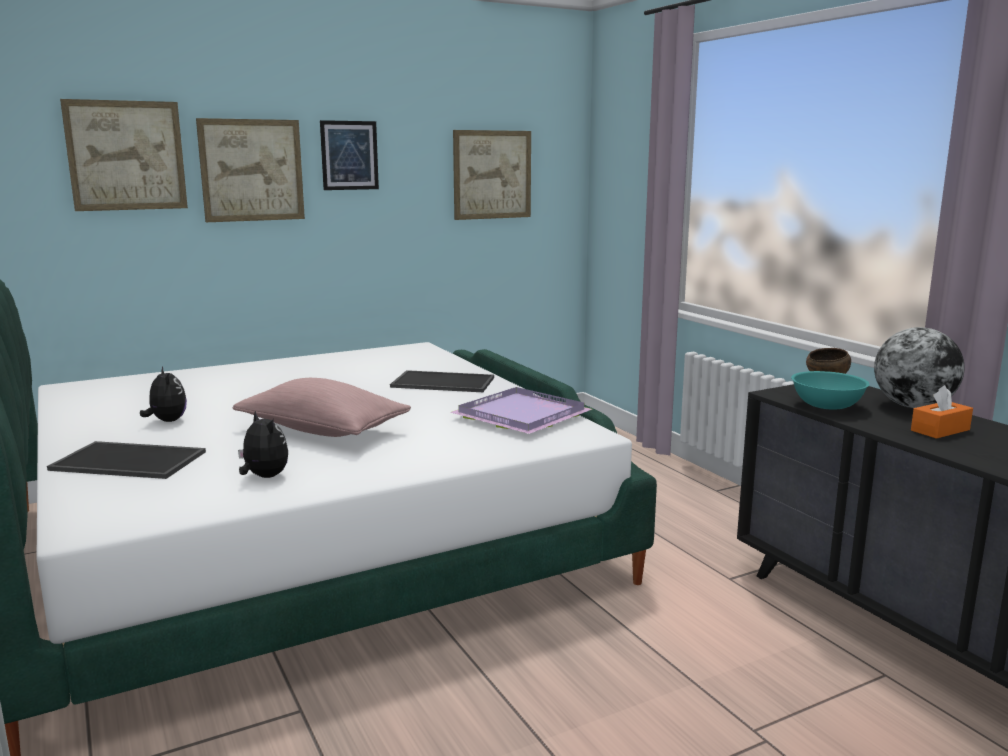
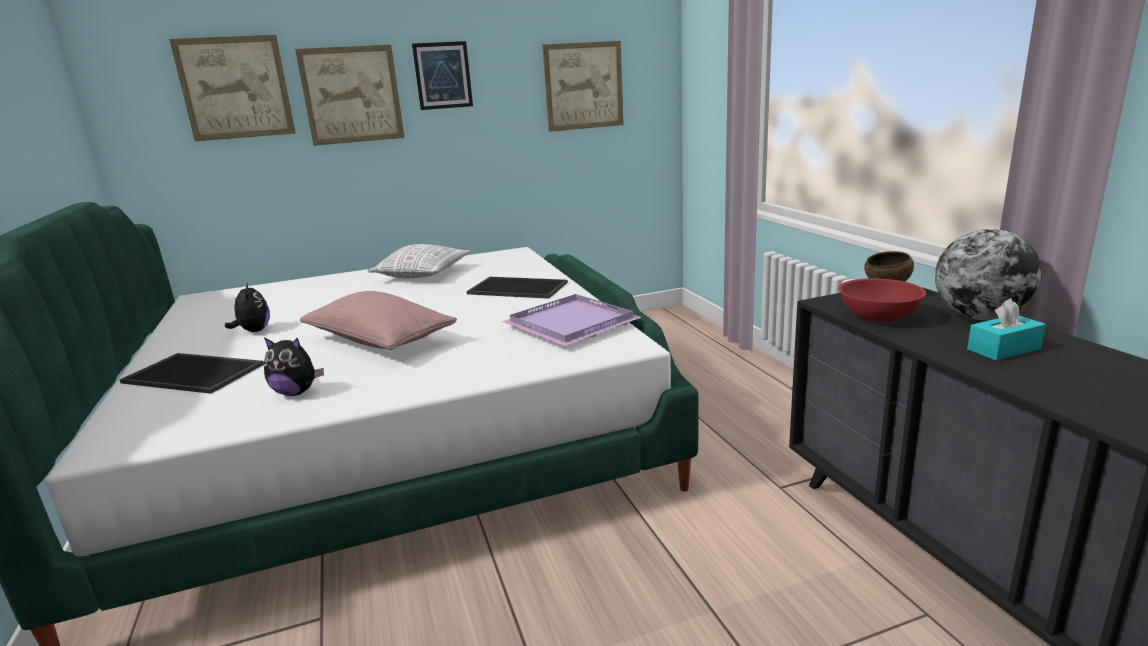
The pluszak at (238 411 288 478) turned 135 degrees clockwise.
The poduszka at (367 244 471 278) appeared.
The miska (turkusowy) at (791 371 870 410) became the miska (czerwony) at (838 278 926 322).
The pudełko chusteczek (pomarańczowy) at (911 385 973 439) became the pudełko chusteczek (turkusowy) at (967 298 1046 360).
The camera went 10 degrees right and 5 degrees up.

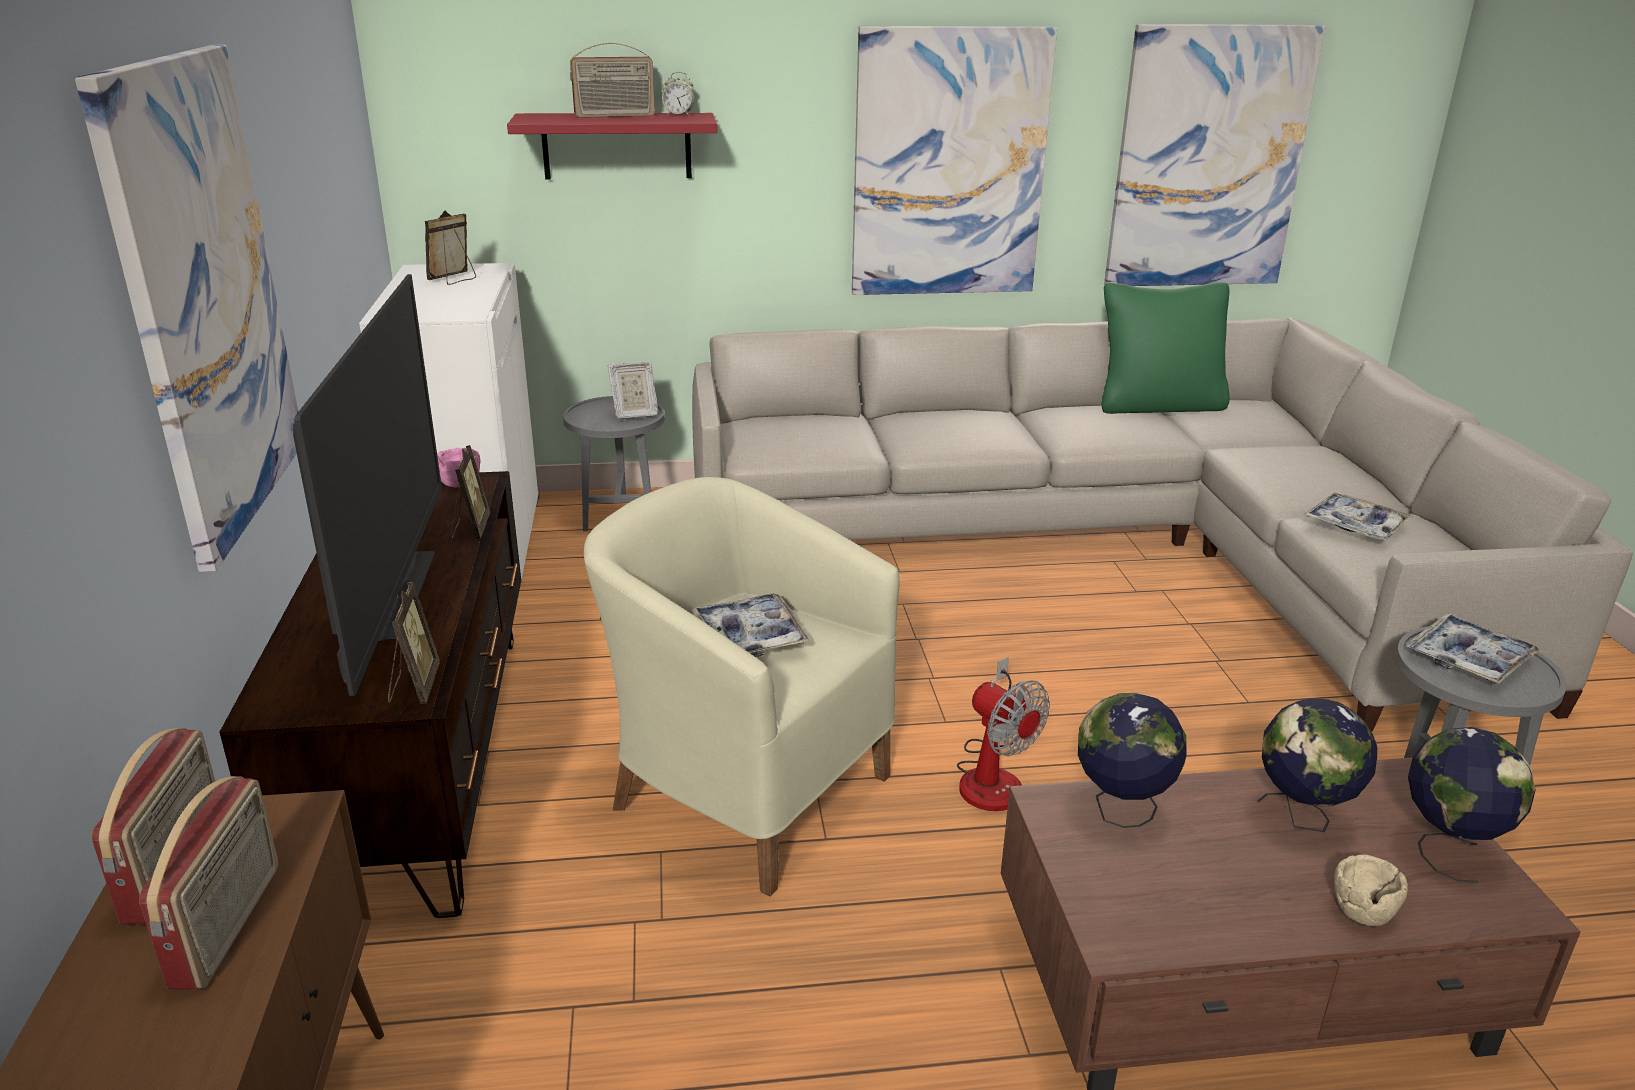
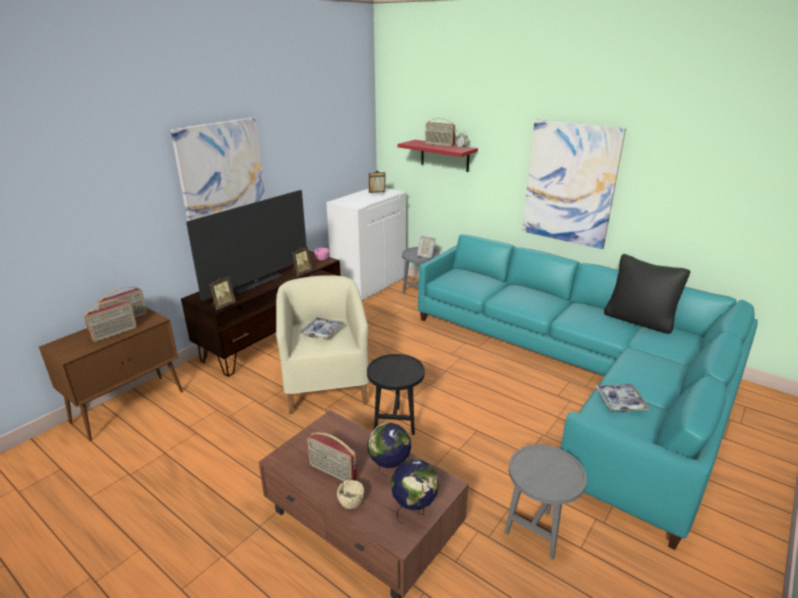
The radio at (307 432 358 482) appeared.
The wentylator at (957 657 1050 811) was replaced by the stolik (czarny) at (367 354 425 435).
The kanapa (beżowy) at (692 317 1633 732) became the kanapa (turkusowy) at (418 234 758 550).
The poduszka (zielony) at (1101 282 1230 414) became the poduszka (czarny) at (604 254 690 334).
The globus at (1078 693 1187 828) disappeared.
The obraz at (1104 24 1326 286) disappeared.
The taca at (1405 614 1541 683) disappeared.
The camera went 45 degrees right and 0 degrees up.

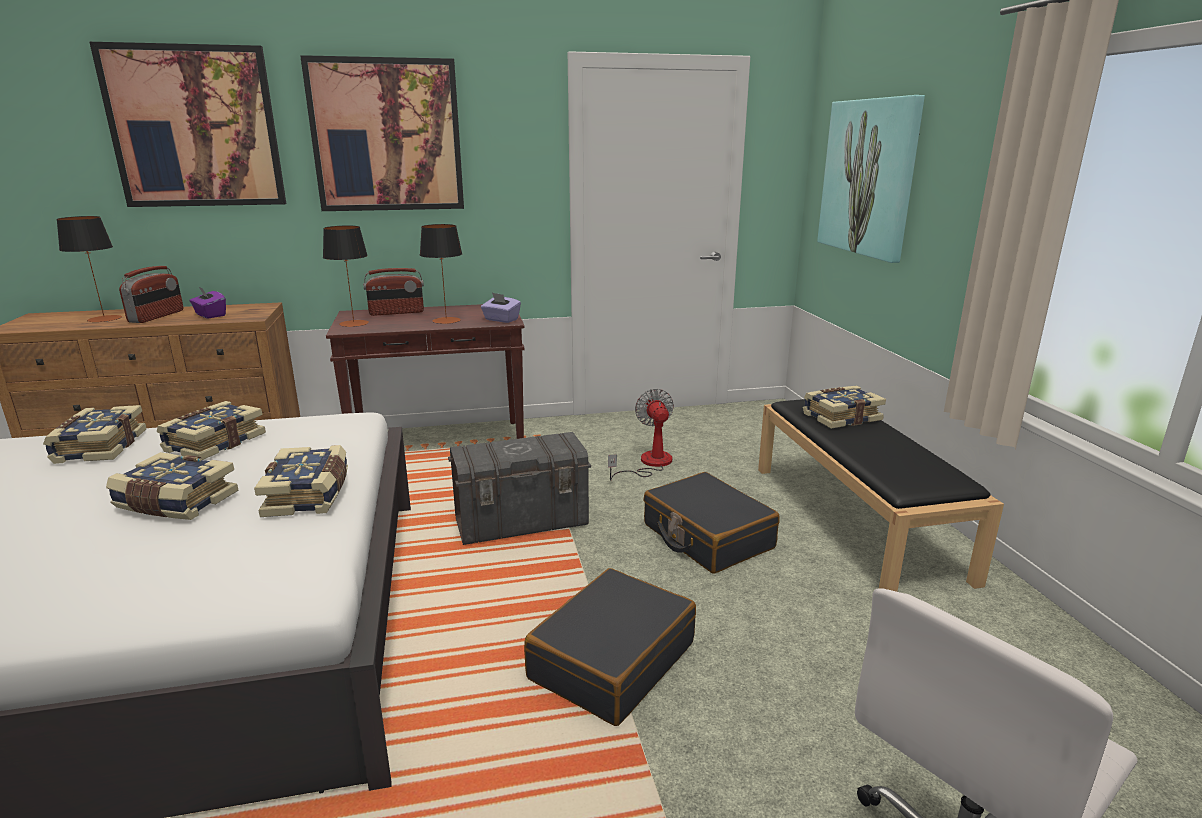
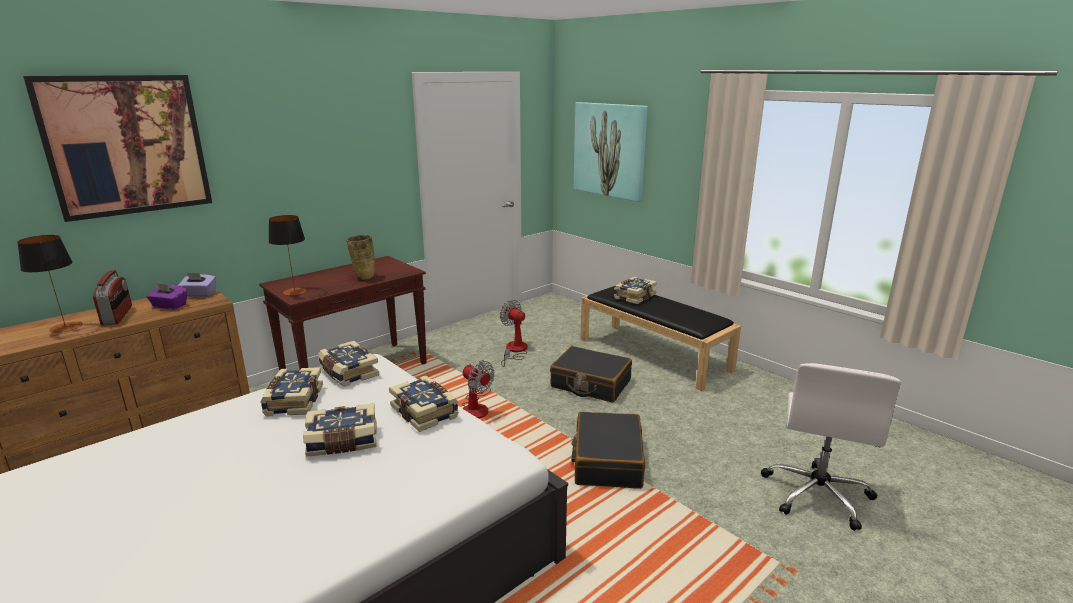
The pudełko chusteczek (fioletowy) moved from (481 293 521 323) to (178 273 216 297).
The książka moved from (43 405 147 464) to (318 341 379 387).
The lampa stołowa at (420 224 462 324) was replaced by the wazon (beżowy) at (346 235 375 280).
The pojemnik do przechowywania (szary) at (448 432 591 545) was replaced by the wentylator at (462 359 495 419).
The obraz at (300 55 464 211) disappeared.
The radio at (363 268 424 316) disappeared.
The camera went 30 degrees left and 0 degrees up.

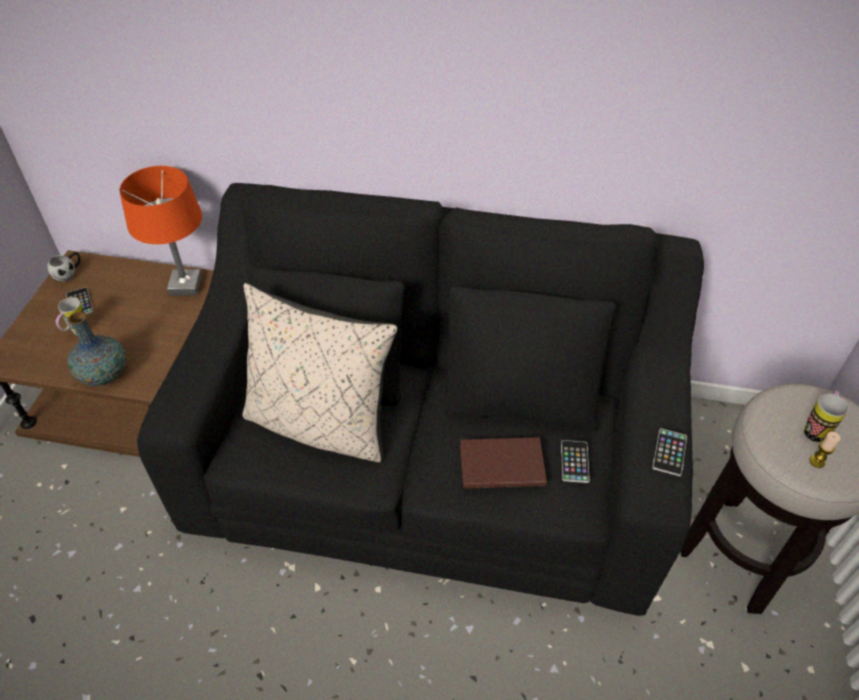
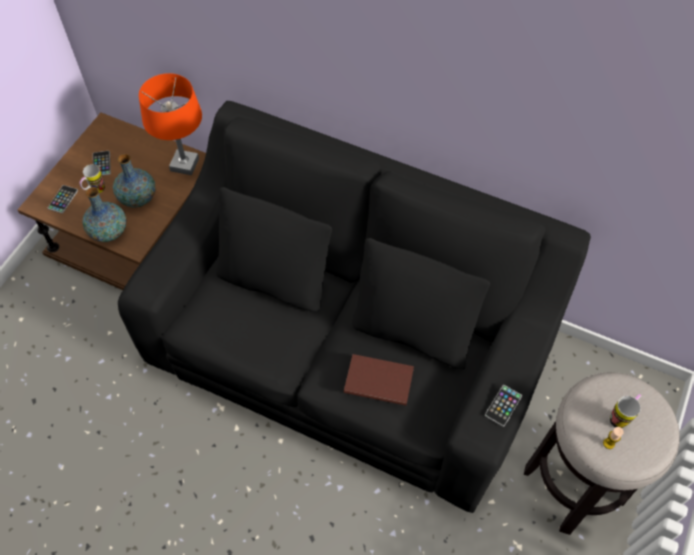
The telefon moved from (561 440 590 483) to (48 185 78 213).
The wazon at (113 154 155 208) appeared.
The kubek (biały) at (47 252 80 282) disappeared.
The poduszka (beżowy) at (242 283 398 463) disappeared.
The camera went 15 degrees right and 10 degrees up.

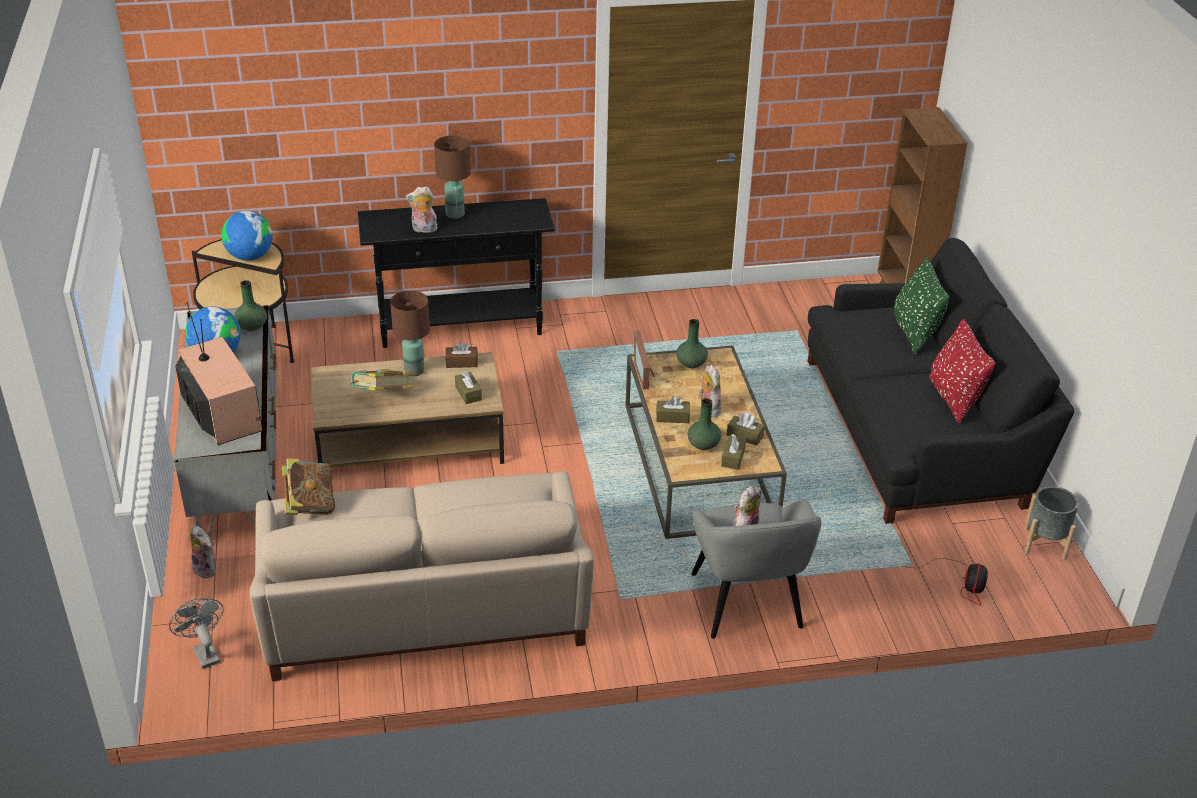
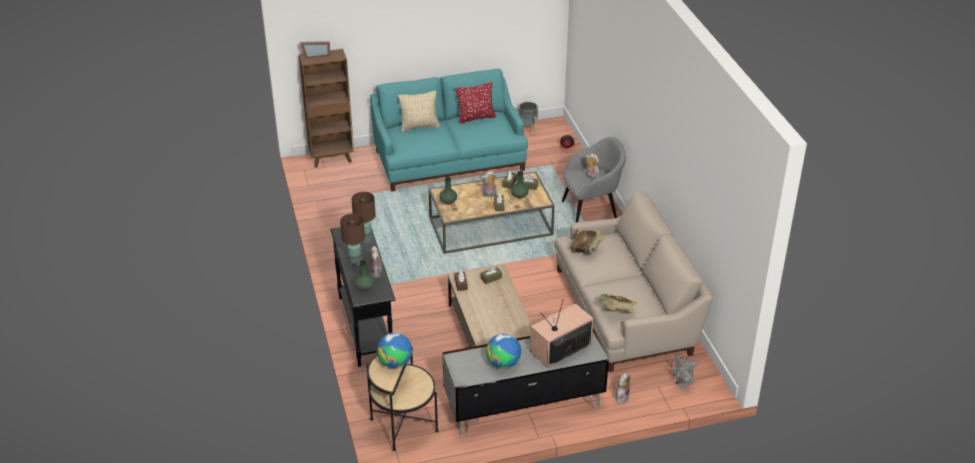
The ramka na zdjęcie moved from (634 330 655 390) to (300 41 330 59).
The lampa stołowa (brązowy) moved from (390 290 430 376) to (352 192 376 244).
The wazon (zielony) moved from (234 280 267 331) to (354 260 375 291).
The kanapa (czarny) at (808 238 1074 524) became the kanapa (turkusowy) at (370 69 528 192).
The poduszka (zielony) at (894 257 949 354) became the poduszka (beżowy) at (398 91 440 131).
The książka moved from (350 369 413 391) to (570 229 604 254).
The camera went 95 degrees left and 0 degrees up.

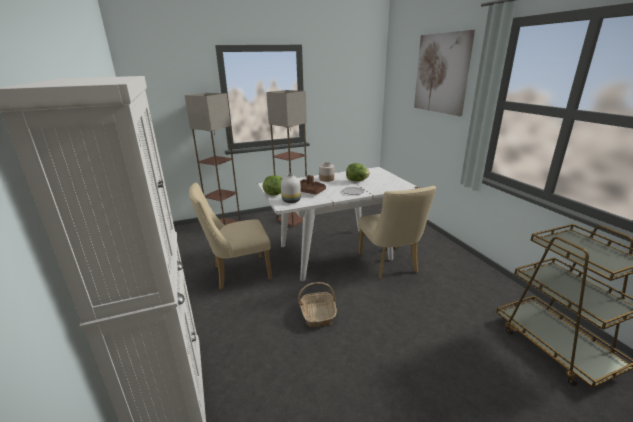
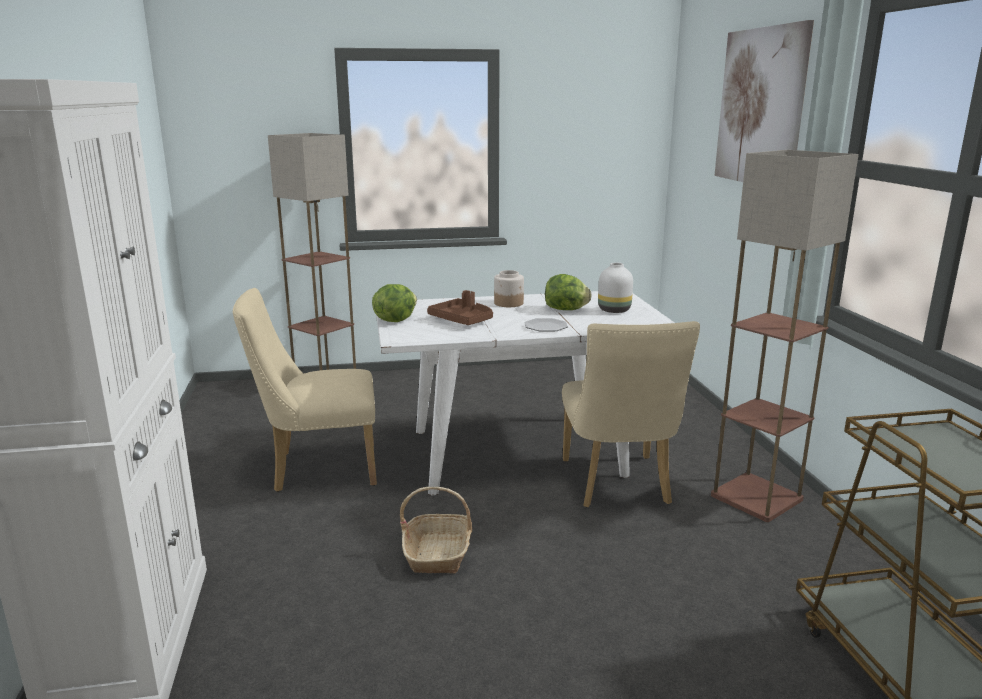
The wazon (biały) moved from (281 174 301 203) to (598 262 633 313).
The lampa stojąca moved from (266 90 307 227) to (711 150 859 522).
The camera went 10 degrees right and 5 degrees down.

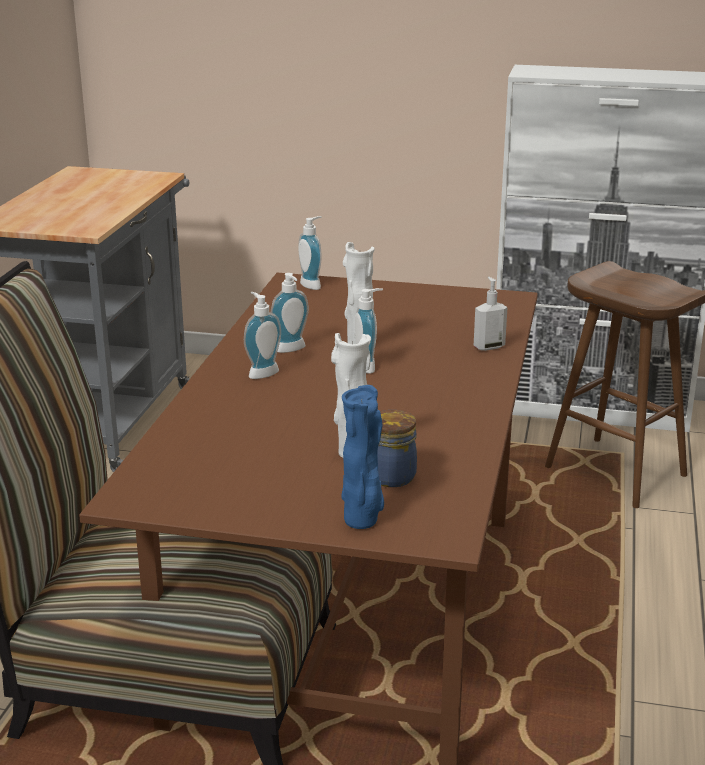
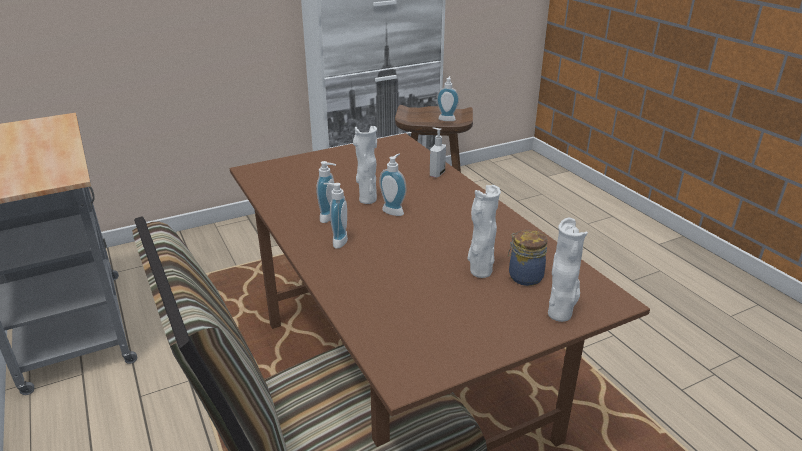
The dozownik mydła moved from (298 216 322 290) to (437 76 459 121).
The wazon (niebieski) at (342 385 384 529) became the wazon (biały) at (548 218 588 322).
The camera went 40 degrees left and 5 degrees up.

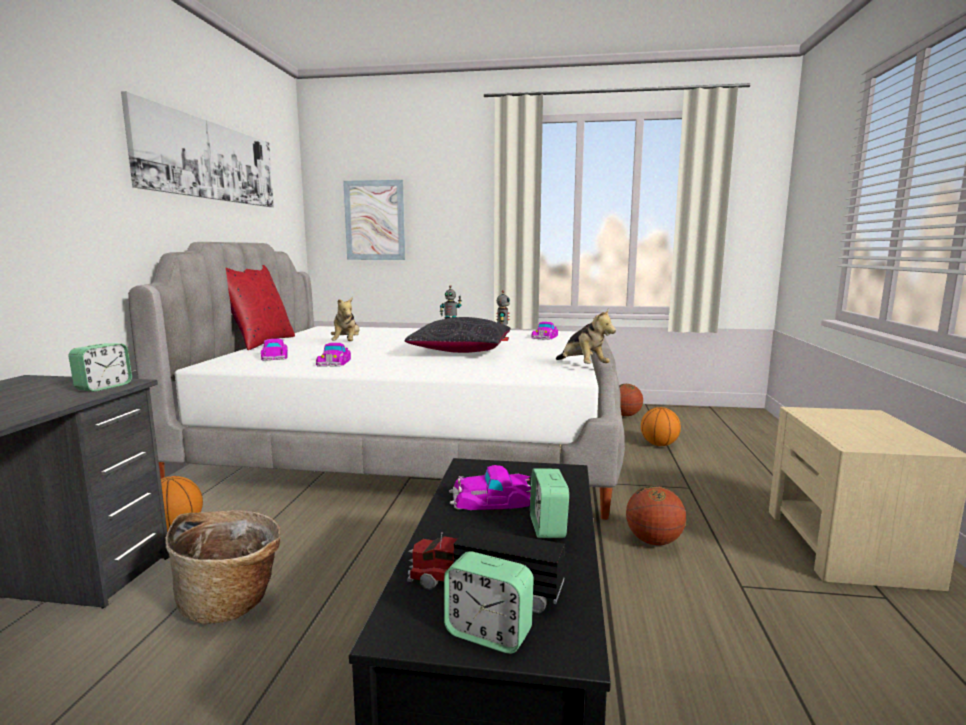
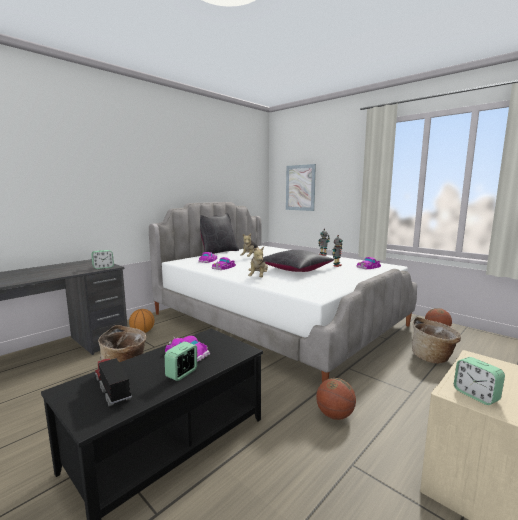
The poduszka (czerwony) at (226 265 295 350) became the poduszka (czarny) at (200 213 239 254).
The pluszak moved from (556 308 616 364) to (248 247 268 277).
The piłka do koszykówki at (641 407 681 446) was replaced by the koszyk at (412 317 461 364).
The budzik moved from (444 551 534 654) to (454 357 505 405).
The obraz at (121 91 274 207) disappeared.
The camera went 35 degrees right and 0 degrees up.

